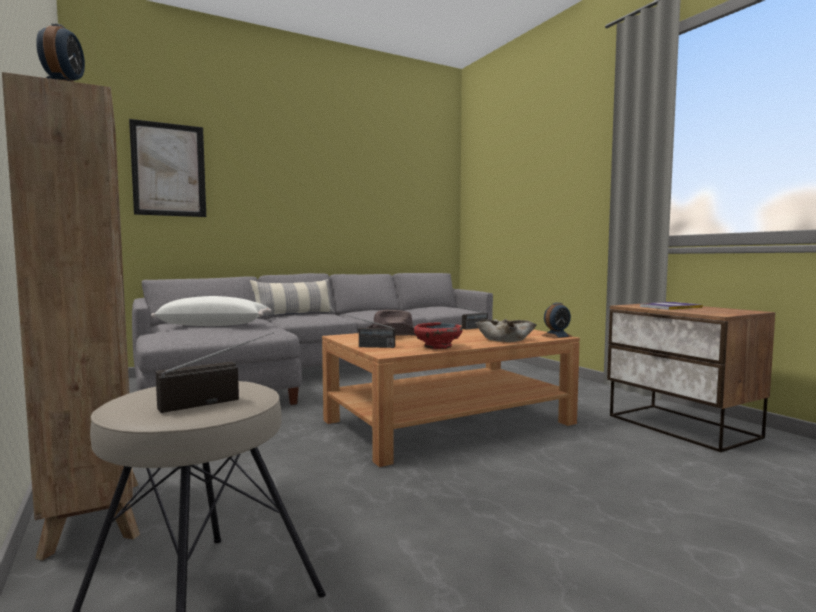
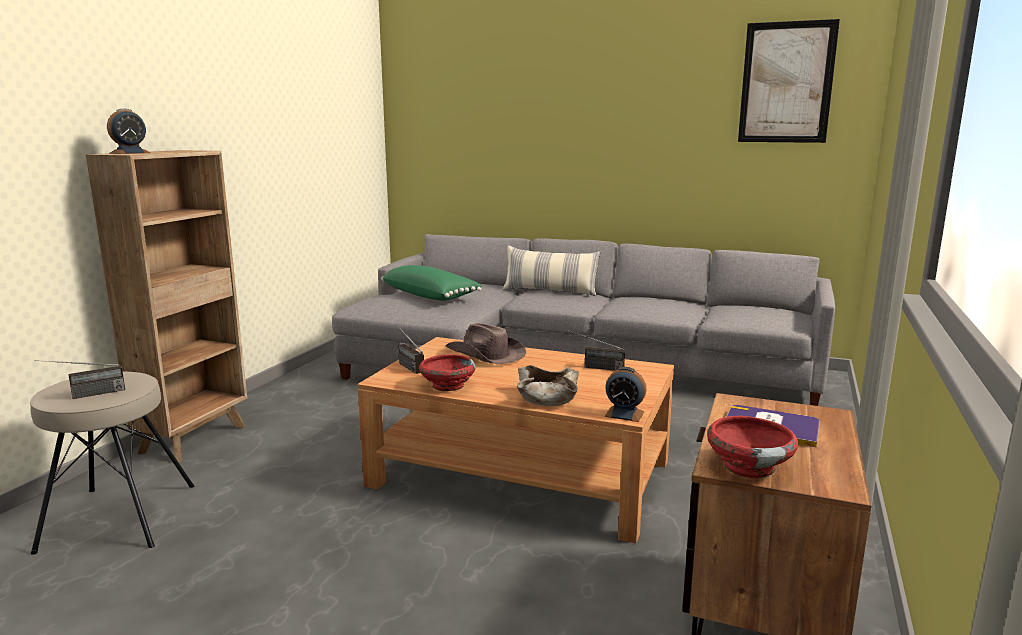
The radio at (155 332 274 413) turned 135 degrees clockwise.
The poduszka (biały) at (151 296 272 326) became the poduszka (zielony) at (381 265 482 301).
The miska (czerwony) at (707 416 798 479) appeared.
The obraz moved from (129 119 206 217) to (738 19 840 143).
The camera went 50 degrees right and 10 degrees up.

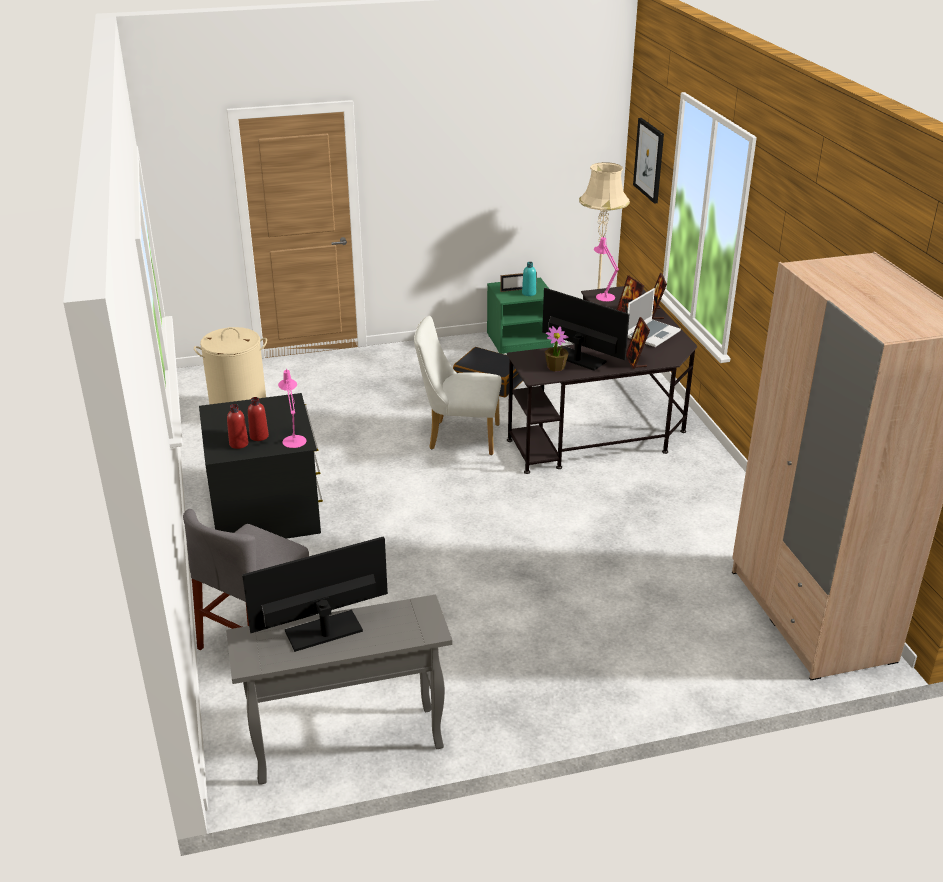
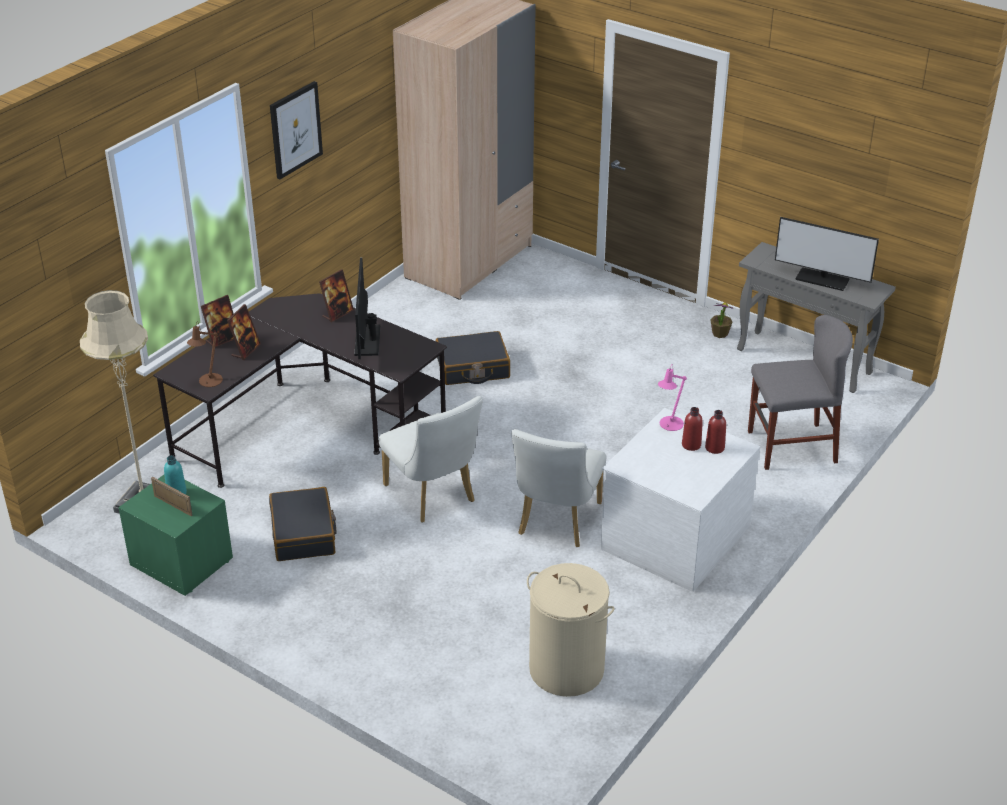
The lampa stołowa (różowy) at (594 237 619 302) became the lampa stołowa (brązowy) at (187 321 223 387).
The obraz moved from (633 118 664 204) to (270 81 323 179).
The walizka (czarny) at (436 331 510 385) appeared.
The krzesło (biały) at (511 429 606 547) appeared.
The komoda (czarny) at (199 393 323 539) became the komoda (biały) at (601 408 760 592).
The roślina doniczkowa moved from (545 326 569 372) to (710 302 733 338).
The laptop at (627 288 681 347) disappeared.
The camera went 130 degrees left and 5 degrees up.

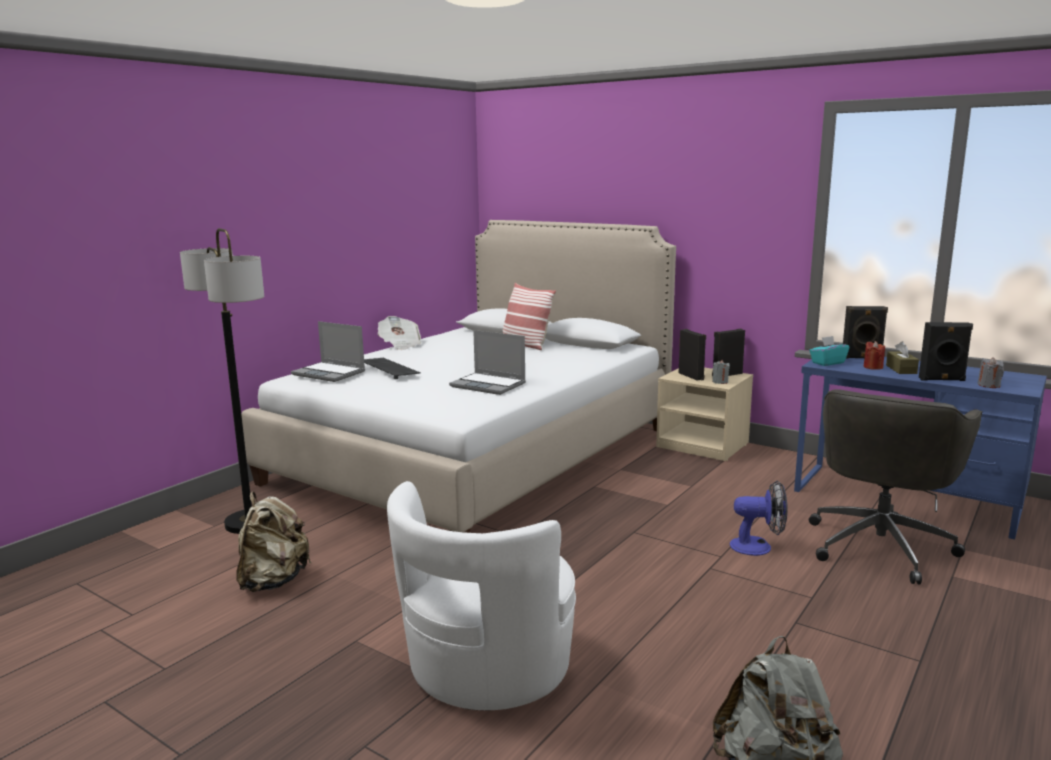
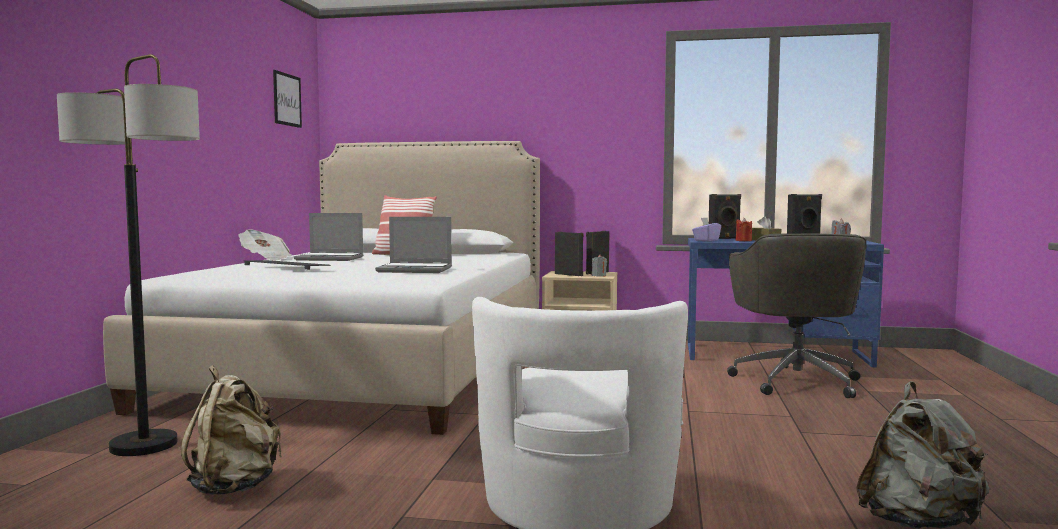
The obraz at (273 70 302 128) appeared.
The laptop moved from (291 321 365 382) to (294 213 363 261).
The pudełko chusteczek (turkusowy) at (809 336 849 366) became the pudełko chusteczek (fioletowy) at (692 218 721 241).
The wentylator at (730 481 787 556) disappeared.
The camera went 25 degrees left and 10 degrees down.

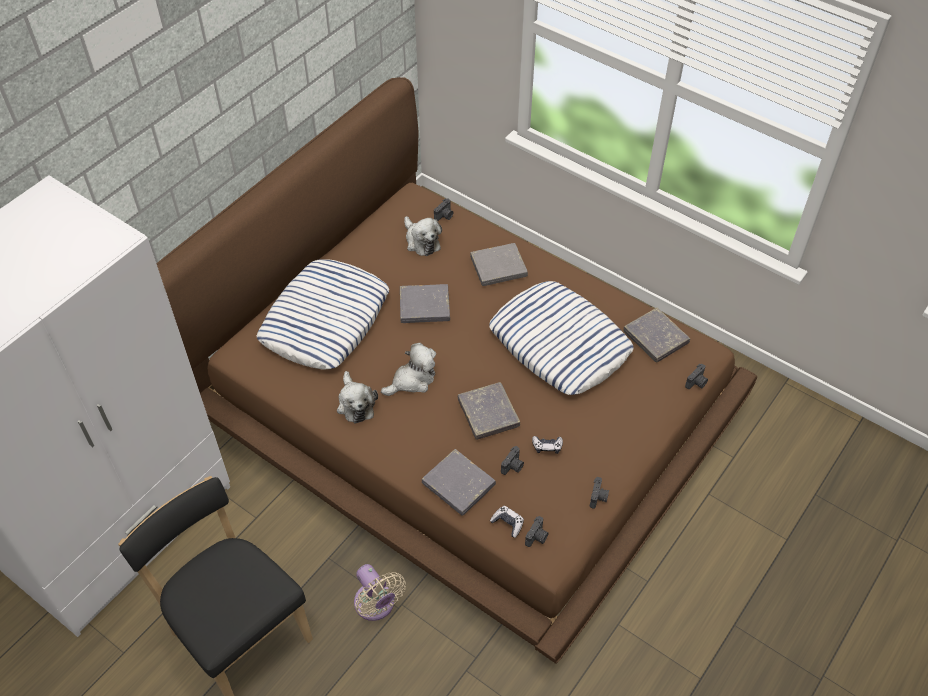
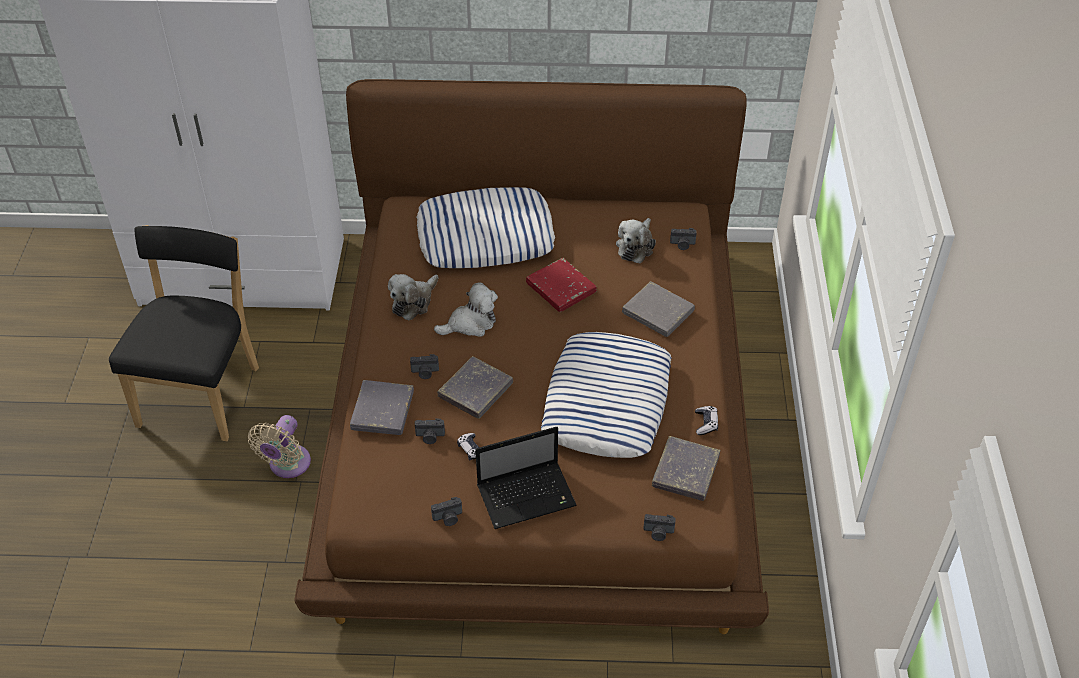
The aparat fotograficzny moved from (525 516 549 547) to (410 354 439 379).
The pluszak at (381 343 436 396) turned 45 degrees counterclockwise.
The laptop at (475 427 577 529) appeared.
The książka (szary) at (400 284 450 323) became the książka (czerwony) at (526 258 597 312).
The pad do gier moved from (490 506 524 538) to (695 406 718 435).
The camera went 55 degrees right and 5 degrees down.

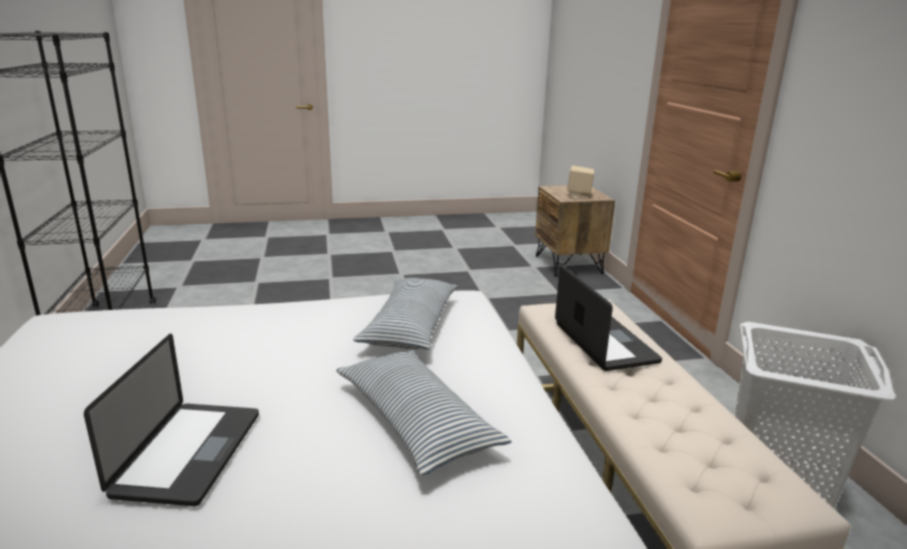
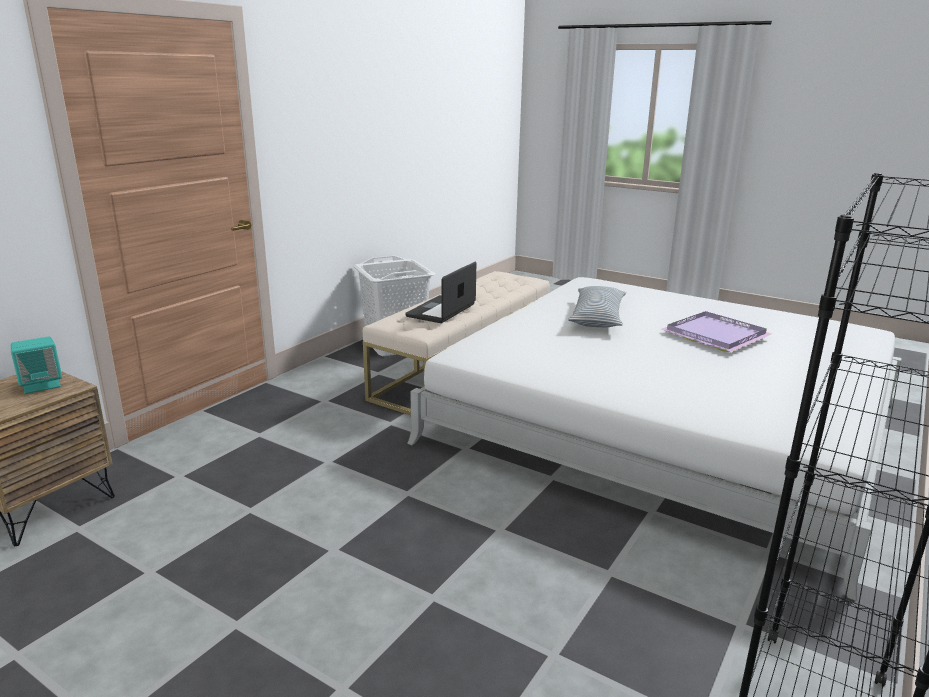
The głośnik (beżowy) at (567 166 594 199) became the głośnik (turkusowy) at (11 336 62 394).
The laptop at (84 334 259 506) was replaced by the taca (fioletowy) at (660 311 771 352).
The poduszka at (353 278 458 350) disappeared.
The camera went 135 degrees left and 0 degrees up.

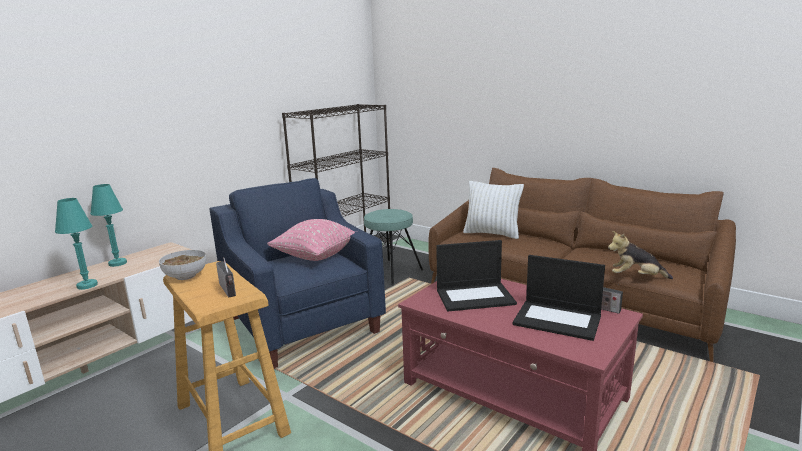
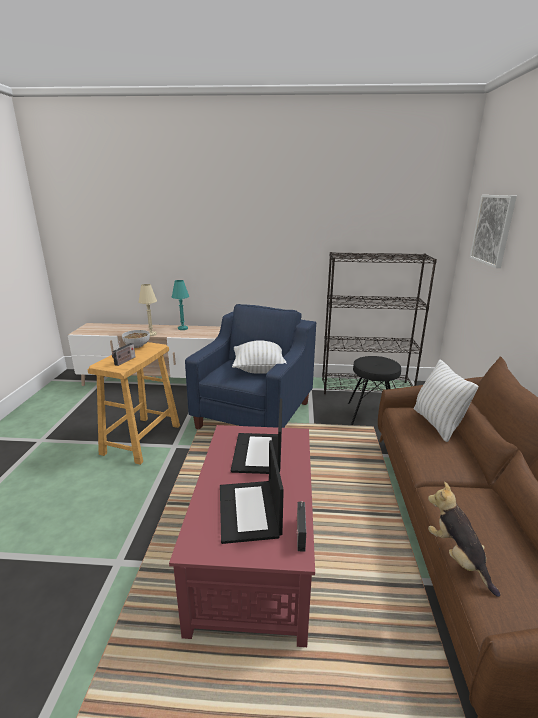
The lampa stołowa (turkusowy) at (55 198 98 290) became the lampa stołowa (beżowy) at (138 284 157 336).
The laptop at (436 240 517 311) turned 45 degrees clockwise.
The poduszka (różowy) at (267 219 355 261) became the poduszka (biały) at (232 340 287 374).
The stołek (turkusowy) at (364 209 423 285) became the stołek (czarny) at (348 356 401 425).
The obraz at (470 195 517 268) appeared.
The camera went 55 degrees right and 5 degrees up.

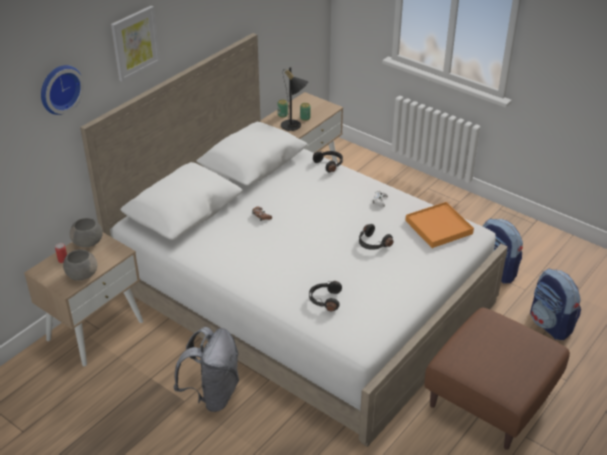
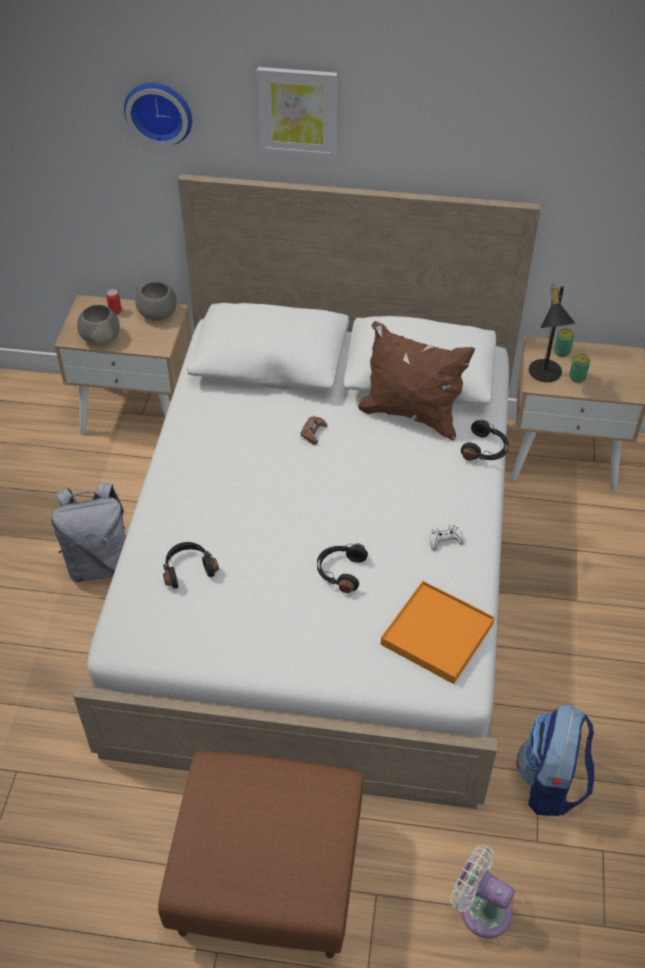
The poduszka (brązowy) at (358 321 475 441) appeared.
The plecak at (530 268 581 340) was replaced by the wentylator (biały) at (451 845 515 938).
The camera went 60 degrees right and 10 degrees up.

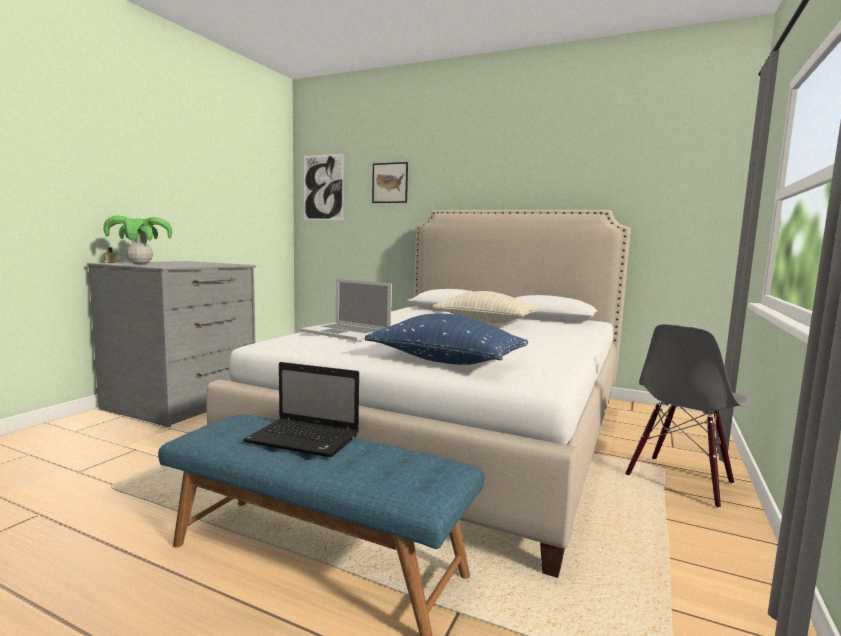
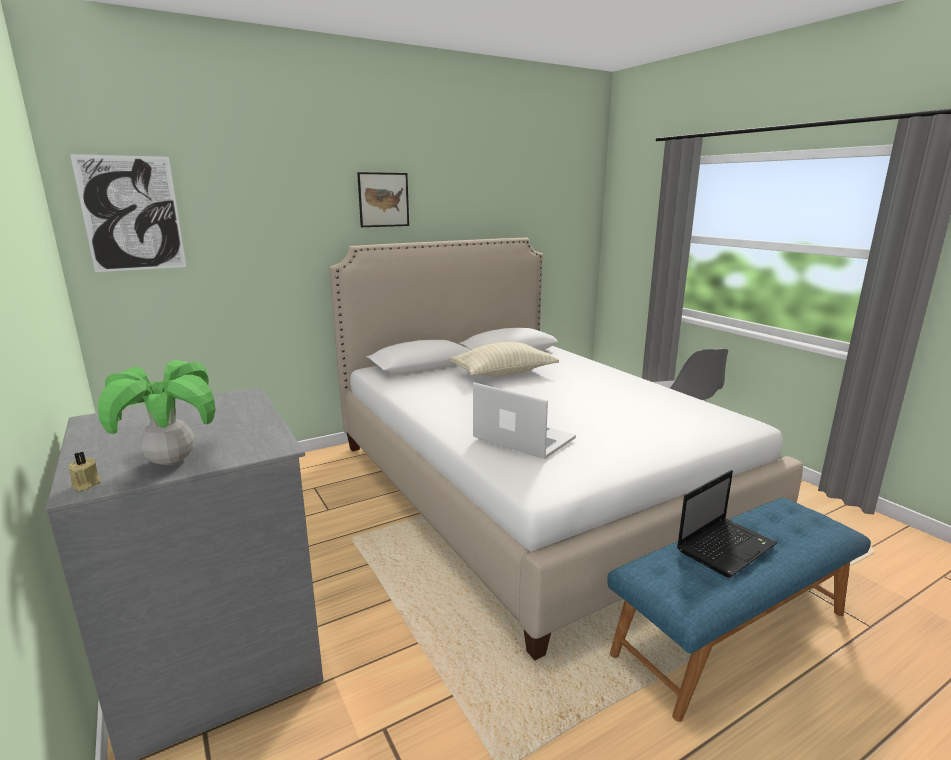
The obraz moved from (372 162 408 203) to (357 172 409 227).
The laptop at (300 279 392 341) turned 120 degrees counterclockwise.
The poduszka (niebieski) at (364 313 529 365) disappeared.
The camera went 55 degrees left and 10 degrees up.

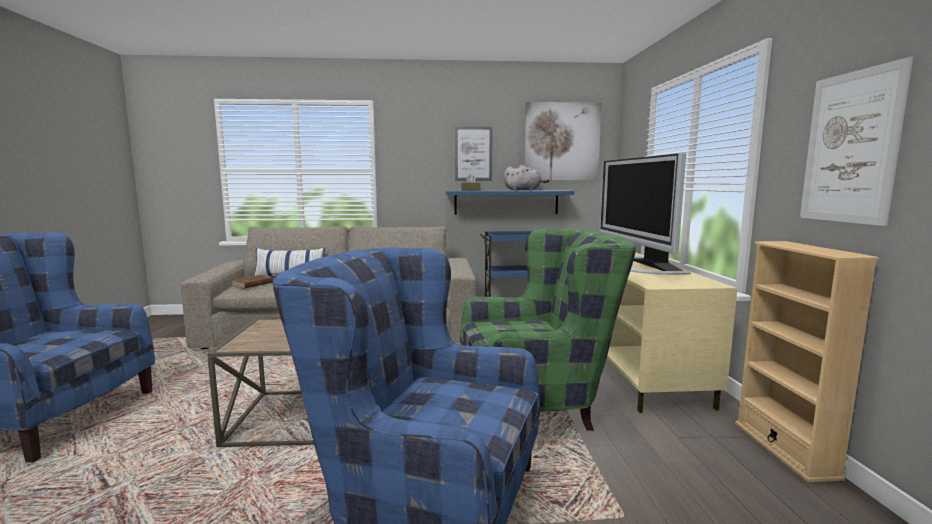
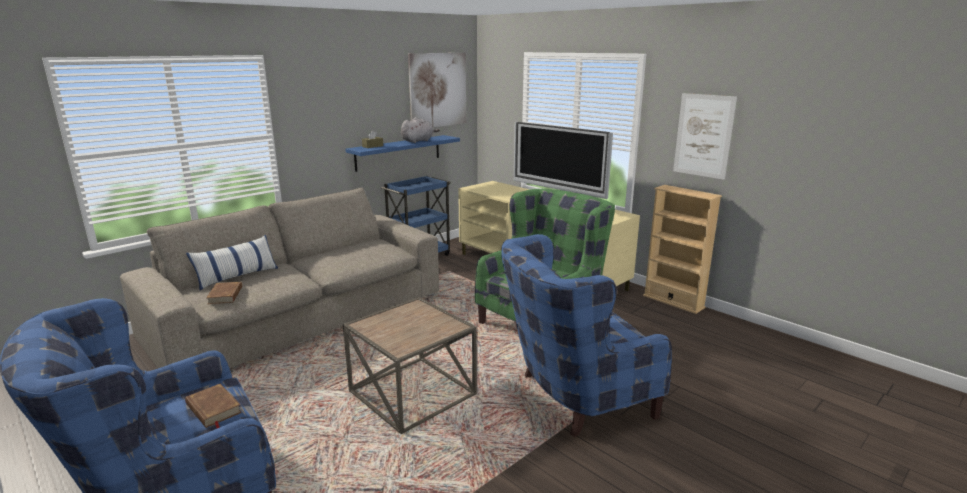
The książka (brązowy) at (185 384 242 428) appeared.
The obraz at (455 126 493 181) disappeared.
The camera went 40 degrees left and 10 degrees up.

